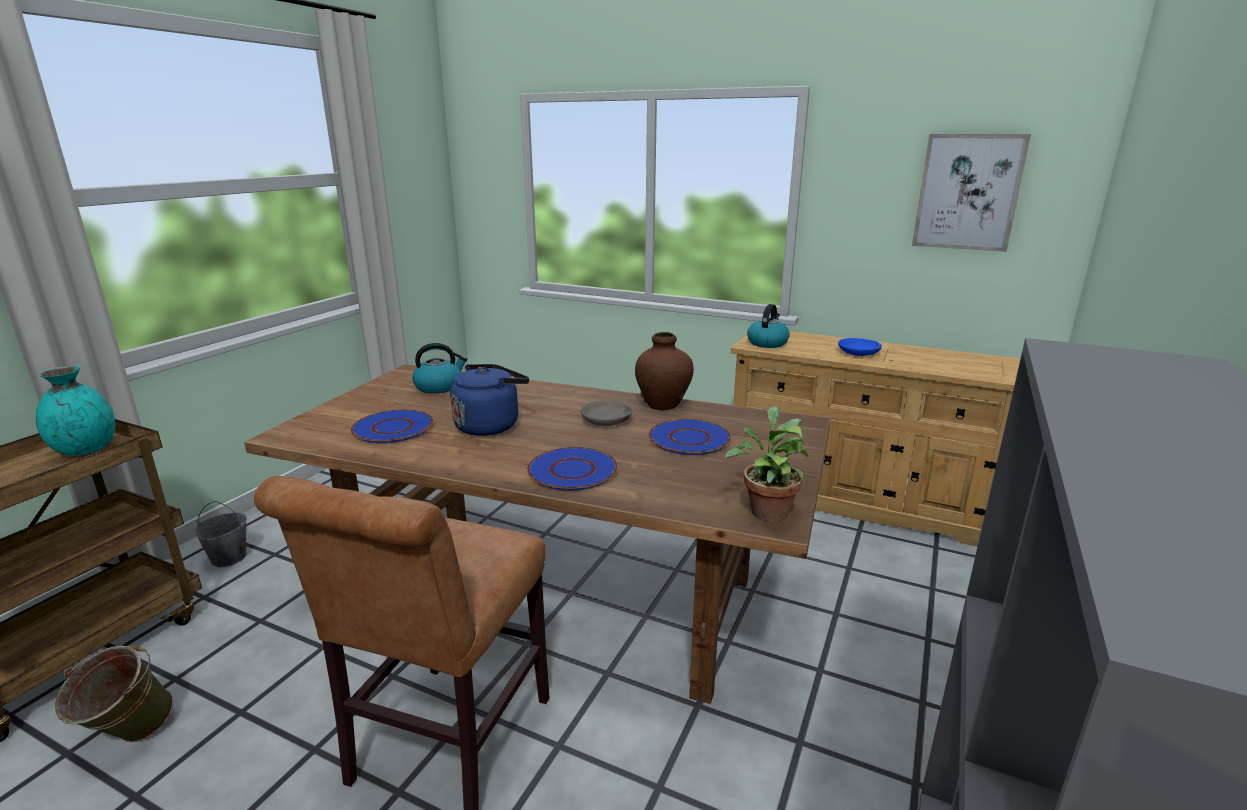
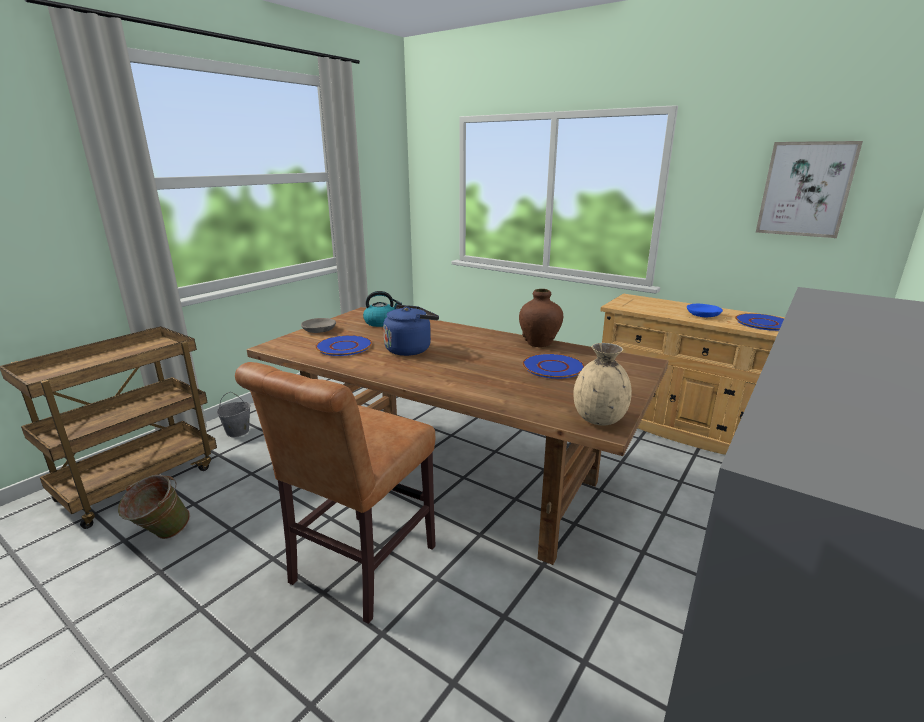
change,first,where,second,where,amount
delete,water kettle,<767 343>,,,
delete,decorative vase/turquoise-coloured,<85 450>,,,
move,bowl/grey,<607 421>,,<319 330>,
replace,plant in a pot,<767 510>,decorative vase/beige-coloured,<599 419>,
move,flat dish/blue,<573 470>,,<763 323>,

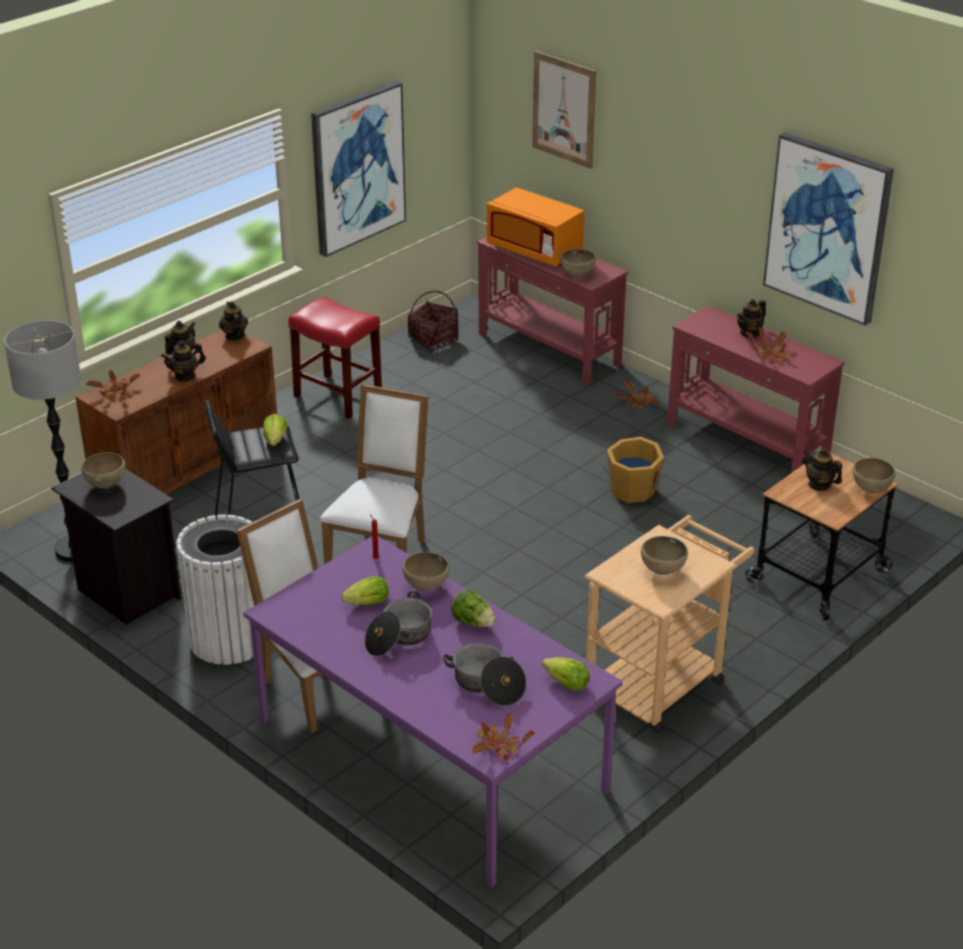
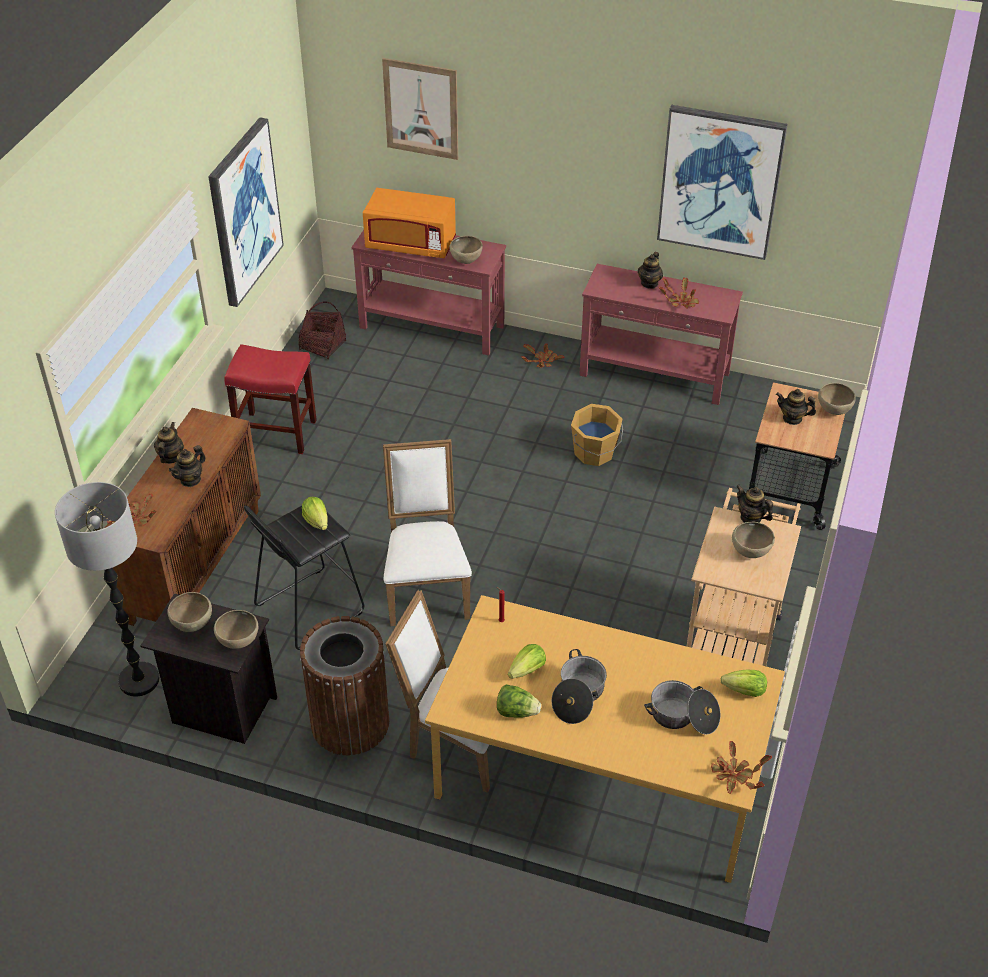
change,first,where,second,where,amount
move,tea pot,<234 336>,,<751 518>,
recolor,trash can/white-coloured,<230 638>,trash can/brownish,<350 723>,
recolor,kitchen table/purplish,<432 754>,kitchen table/orange-coloured,<601 774>,
move,bowl/brownish,<426 587>,,<238 642>,
move,lettuce,<473 622>,,<517 711>,

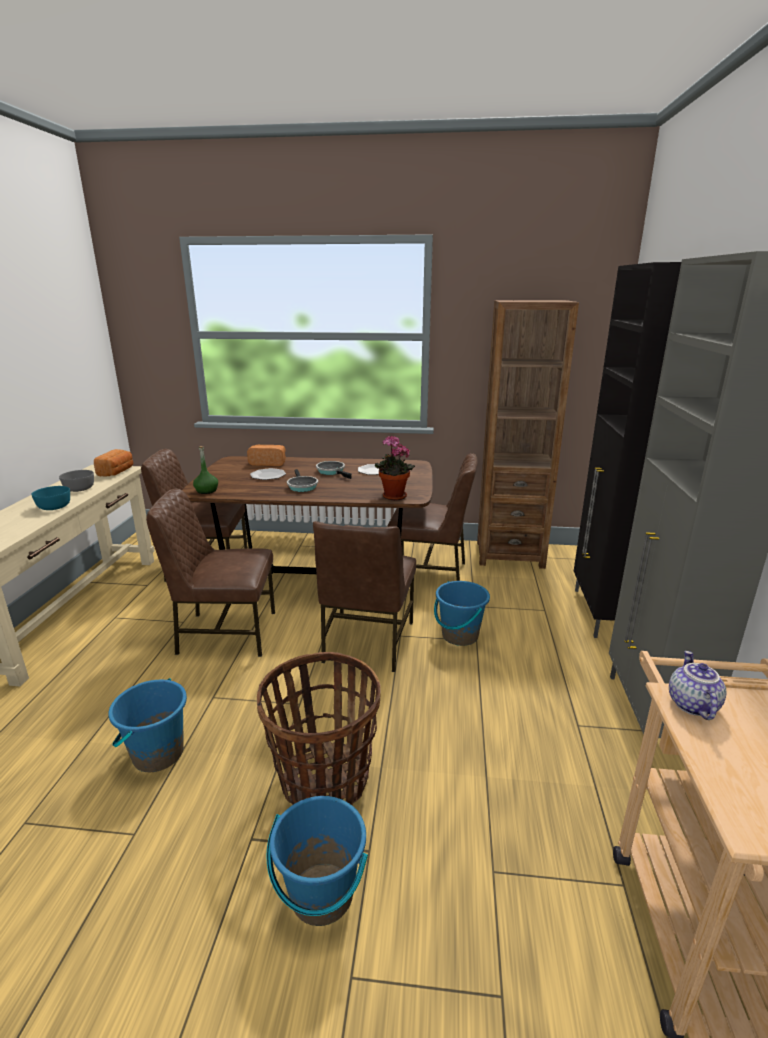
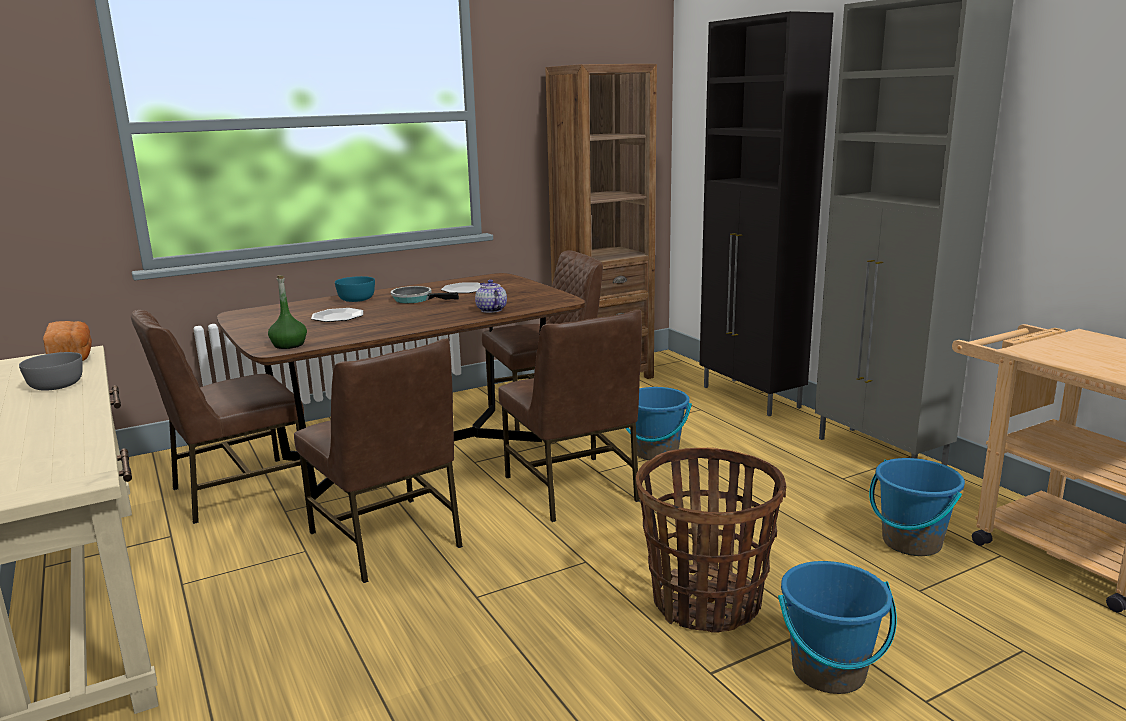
change,first,where,second,where,amount
delete,plant in a pot,<392 497>,,,
delete,bakery bread,<268 463>,,,
delete,pan,<301 486>,,,
move,bowl/turquoise-coloured,<55 506>,,<356 299>,
rotate,plain chair/brownish,<225 633>,,<387 540>,90 degrees counterclockwise
move,tea pot,<691 704>,,<490 310>,
move,bucket/blue,<158 754>,,<911 542>,

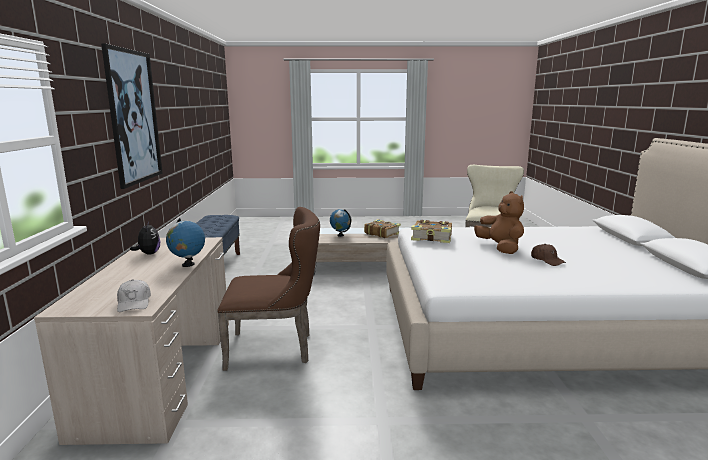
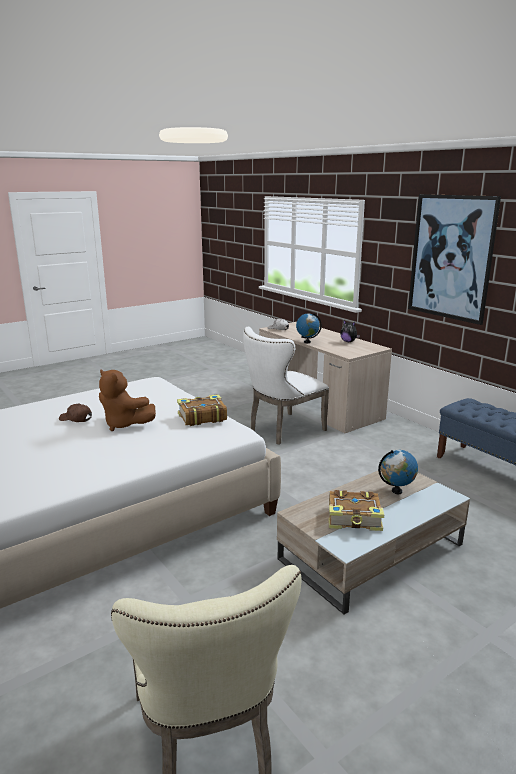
change,first,where,second,where,amount
recolor,plain chair/brownish,<276 349>,plain chair/white-coloured,<282 430>,

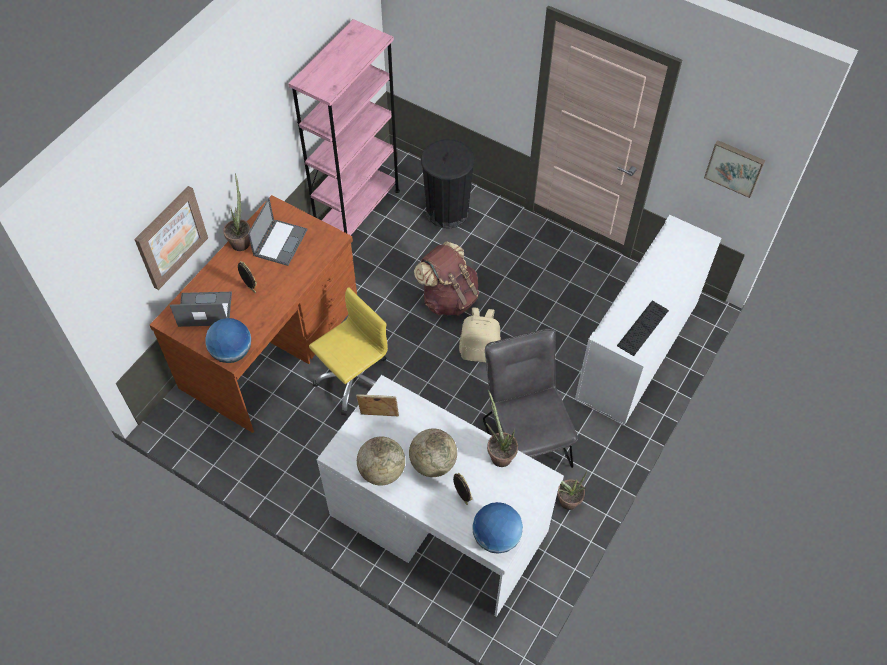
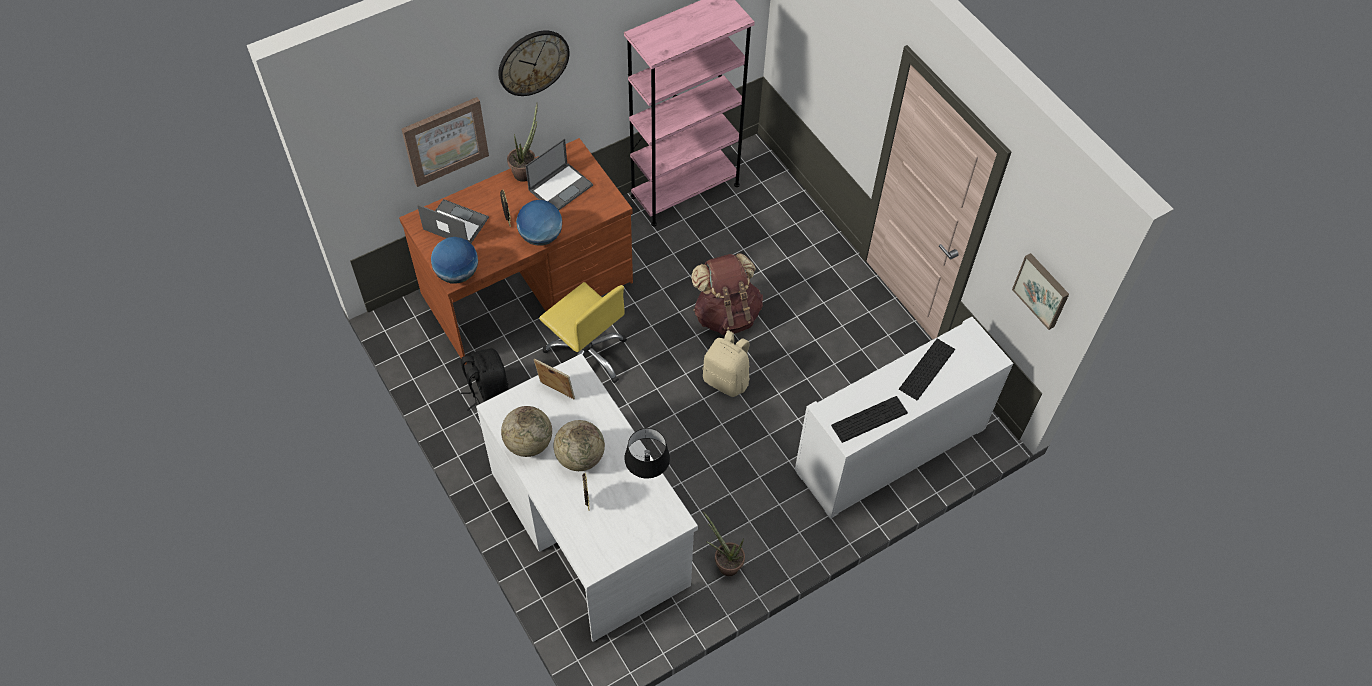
change,first,where,second,where,amount
delete,trash can/blackish,<447 212>,,,
rotate,office chair/yellow-coloured,<354 380>,,<587 356>,60 degrees clockwise
delete,plain chair/grey,<524 437>,,,
replace,plant in a pot,<499 453>,lamp for a table/blackish,<648 476>,
move,desk globe,<496 537>,,<541 236>,
insert,,,hanging clock,<533 62>,
insert,,,keyboard,<927 369>,
insert,,,knapsack/blackish,<488 394>,

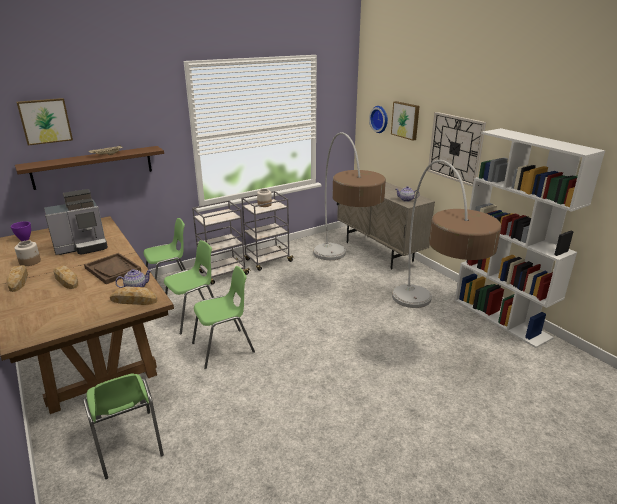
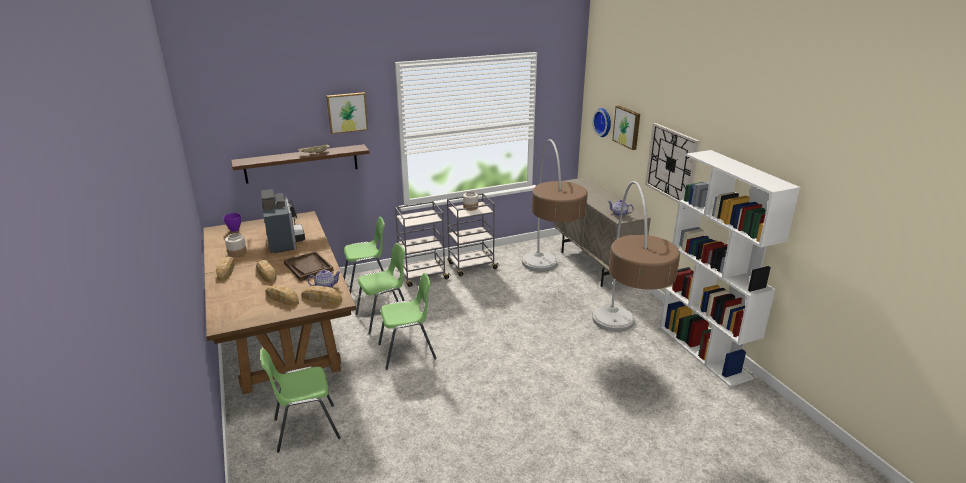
change,first,where,second,where,amount
move,picture,<45 121>,,<347 112>,
rotate,coffee maker,<82 247>,,<285 242>,90 degrees counterclockwise
rotate,plain chair/green-coloured,<128 444>,,<305 428>,90 degrees clockwise
insert,,,bakery bread,<282 298>,

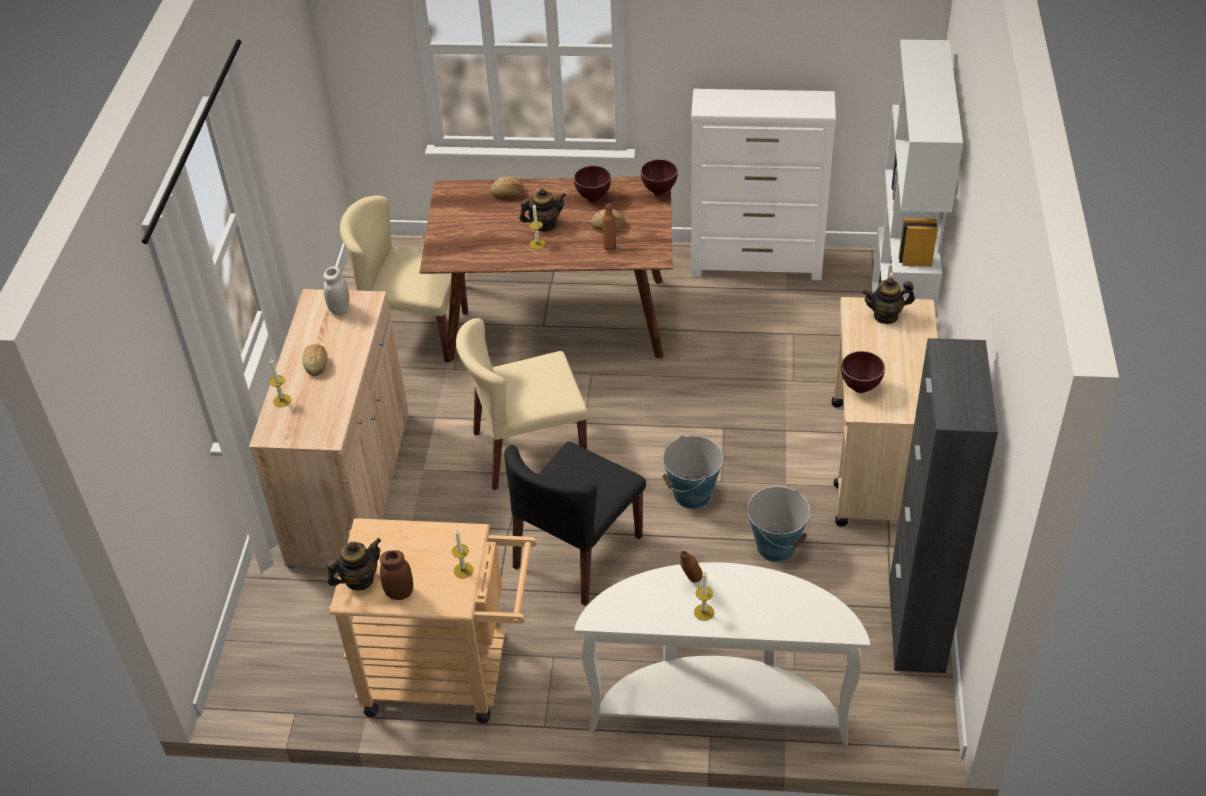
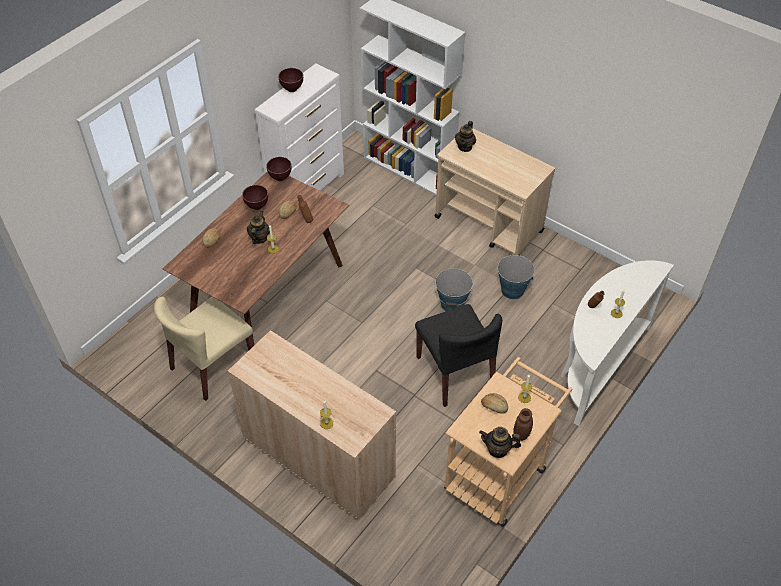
change,first,where,second,where,amount
delete,preserve jar/white-coloured,<340 309>,,,
delete,plain chair/beige-coloured,<528 449>,,,
delete,cupboard/blackish,<916 626>,,,
move,bakery bread,<316 365>,,<494 406>,
move,bowl/brownish,<861 388>,,<292 89>,
rotate,tea pot,<359 579>,,<498 449>,75 degrees counterclockwise

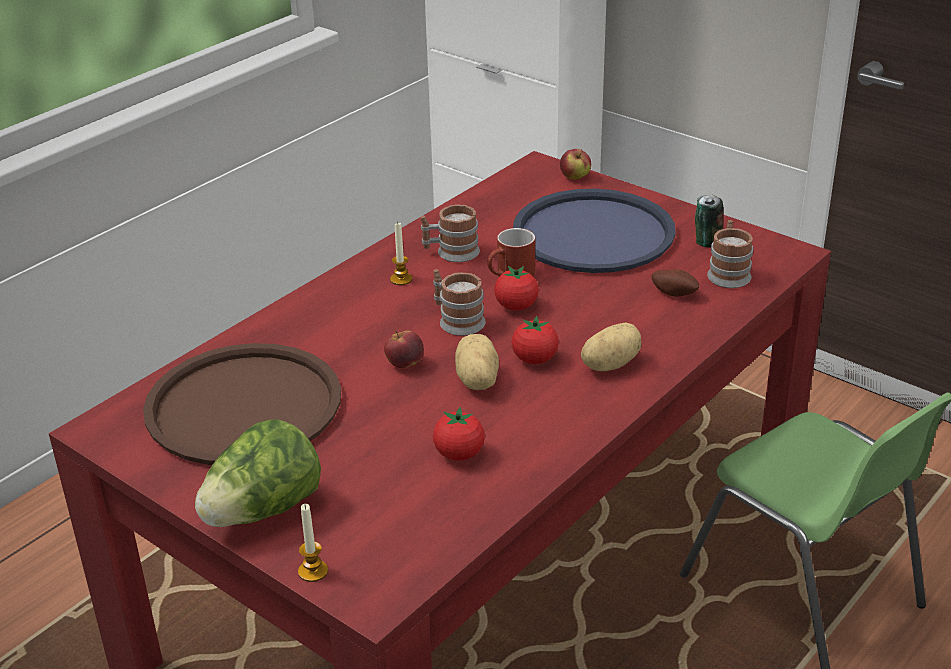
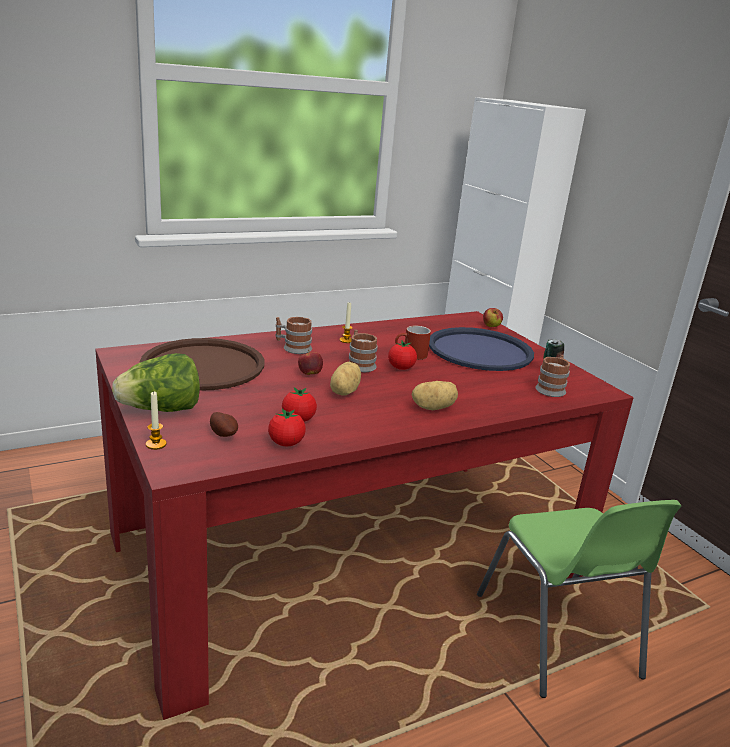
change,first,where,second,where,amount
move,coffee mug,<451 252>,,<293 348>,
move,potato,<675 293>,,<224 434>,
move,whole tomato,<534 359>,,<286 443>,

